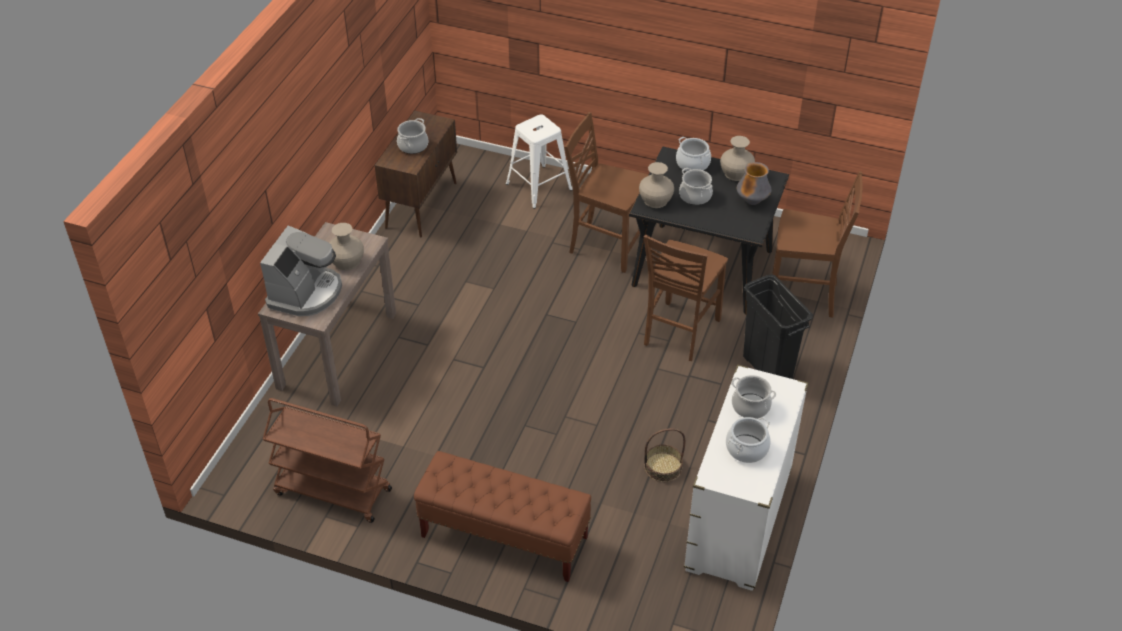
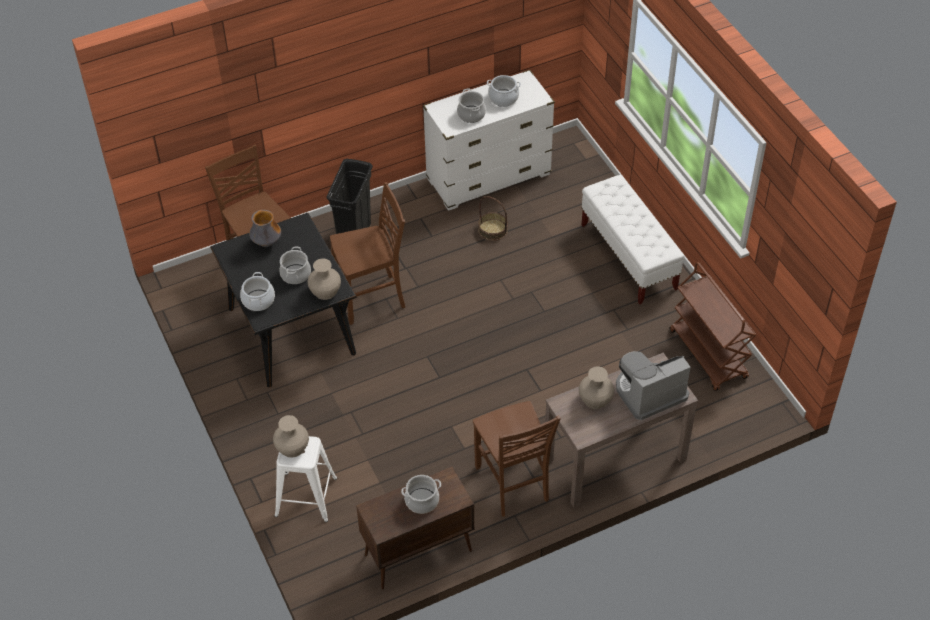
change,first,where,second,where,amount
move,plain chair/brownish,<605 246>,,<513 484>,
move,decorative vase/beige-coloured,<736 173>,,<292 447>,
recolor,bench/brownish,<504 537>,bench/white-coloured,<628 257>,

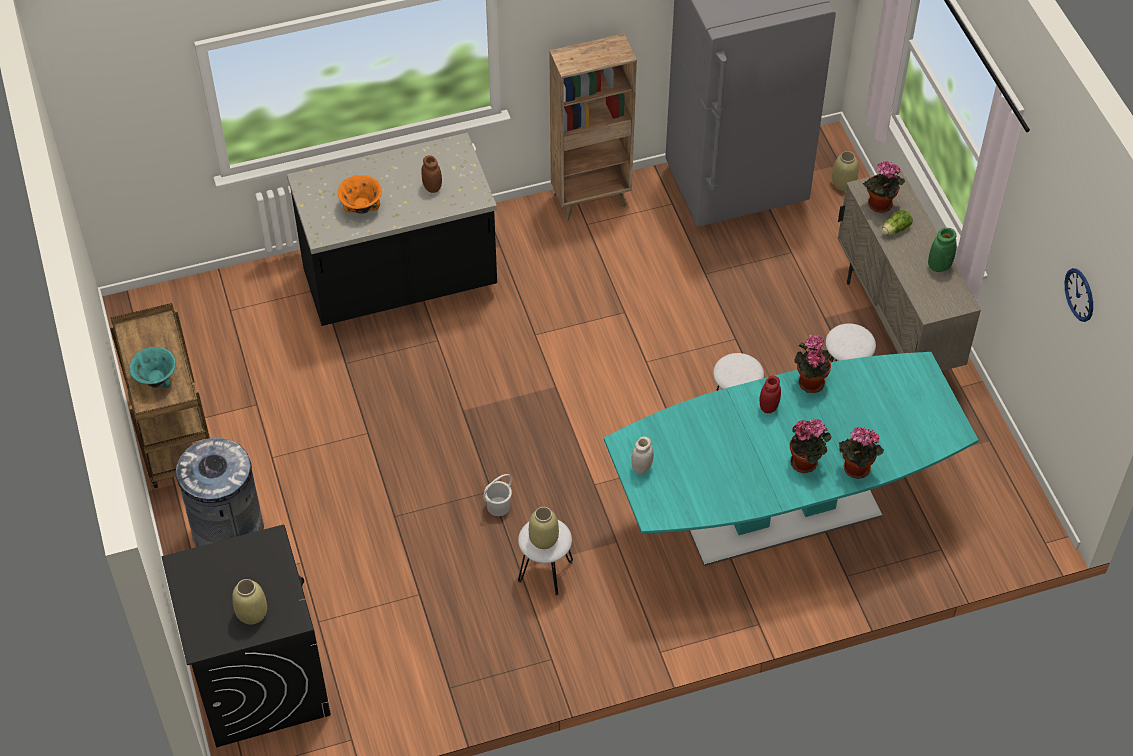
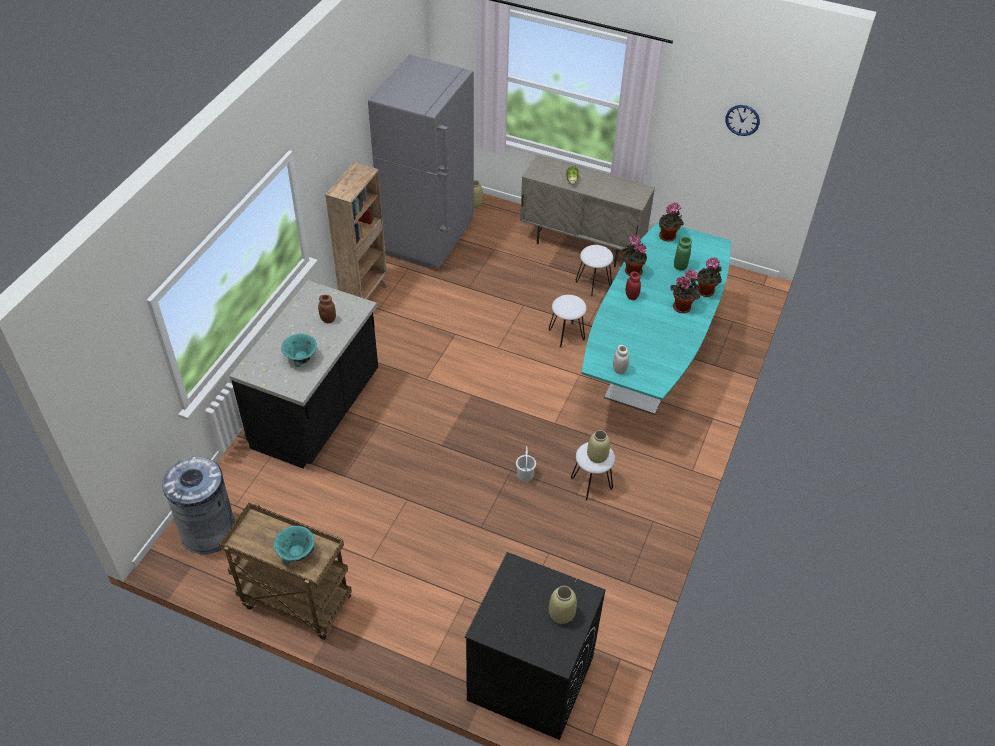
change,first,where,second,where,amount
move,plant in a pot,<879 206>,,<668 237>,
recolor,bowl/orange-coloured,<361 206>,bowl/turquoise-coloured,<301 358>,
move,decorative vase/green-coloured,<939 265>,,<680 266>,
move,trash can/grey,<228 532>,,<209 531>,

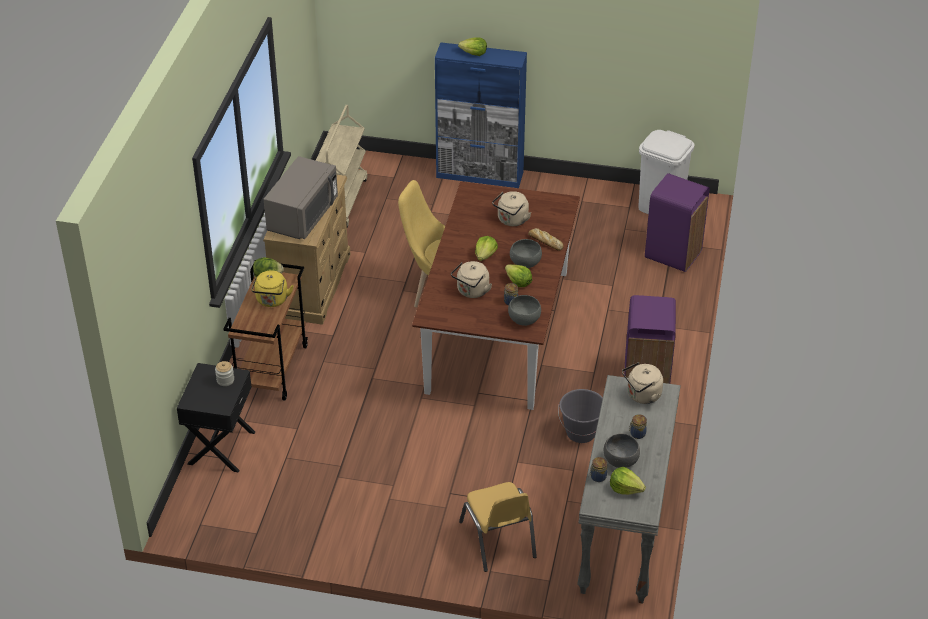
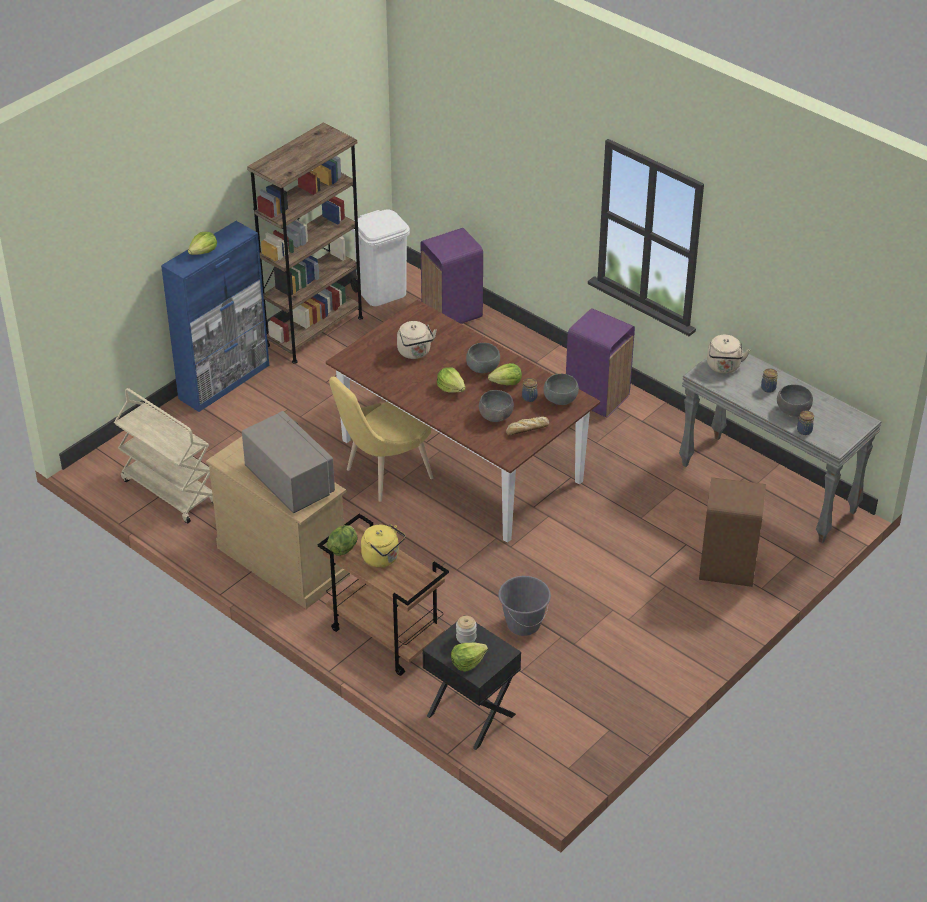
change,first,where,second,where,amount
move,bakery bread,<544 242>,,<526 429>,
replace,water kettle/beige-coloured,<471 291>,bowl/grey,<495 416>,
move,bucket/grey,<581 433>,,<523 624>,
move,lettuce,<625 488>,,<467 662>,
replace,plain chair/yellow-coloured,<498 540>,trash can/brownish,<727 568>,
insert,,,bookshelf/brownish,<314 331>,

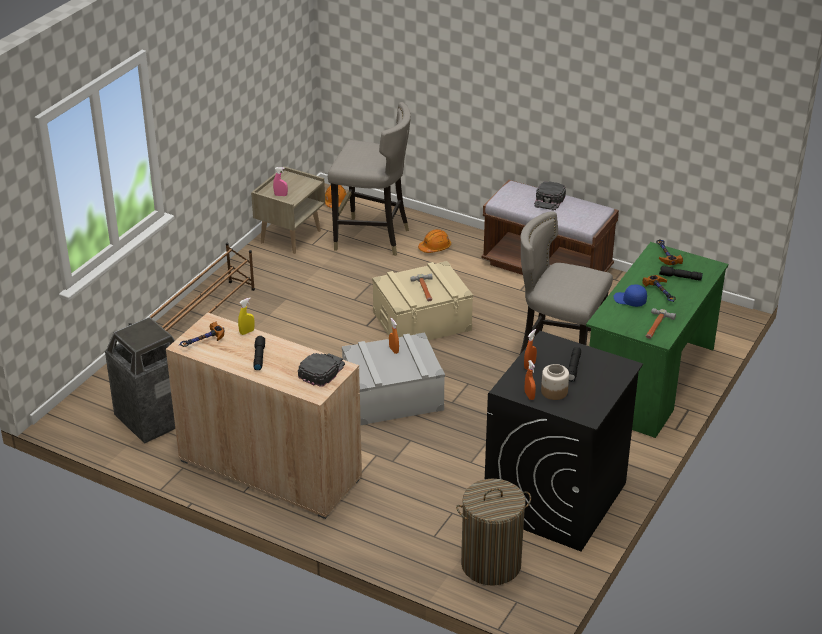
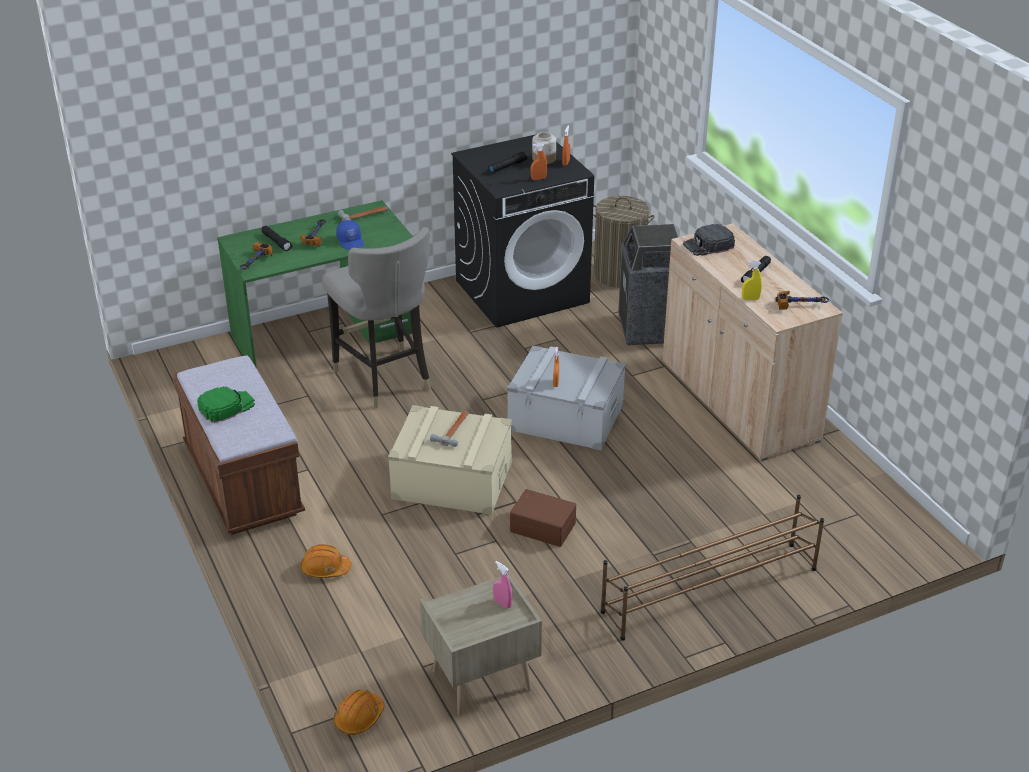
change,first,where,second,where,amount
delete,stool seat/grey,<372 238>,,,
recolor,cap/blackish,<549 200>,cap/green-coloured,<226 407>,
move,trash can,<153 418>,,<650 329>,
insert,,,storage box/brownish,<543 526>,

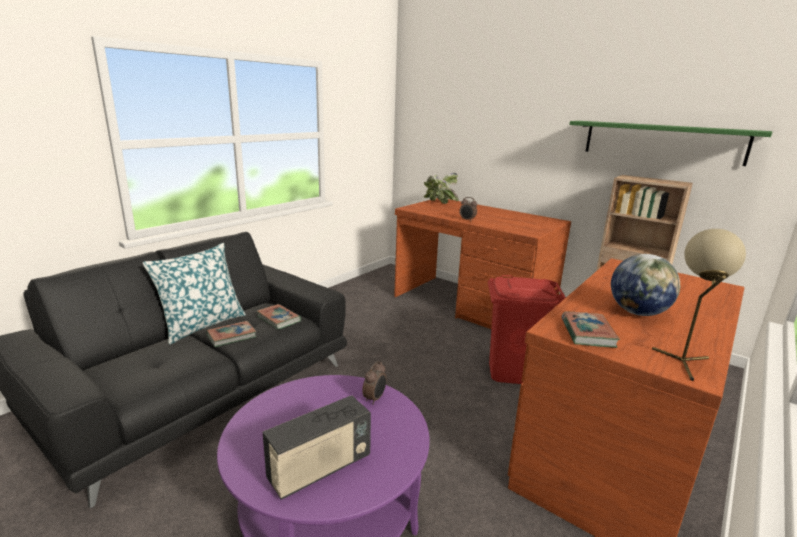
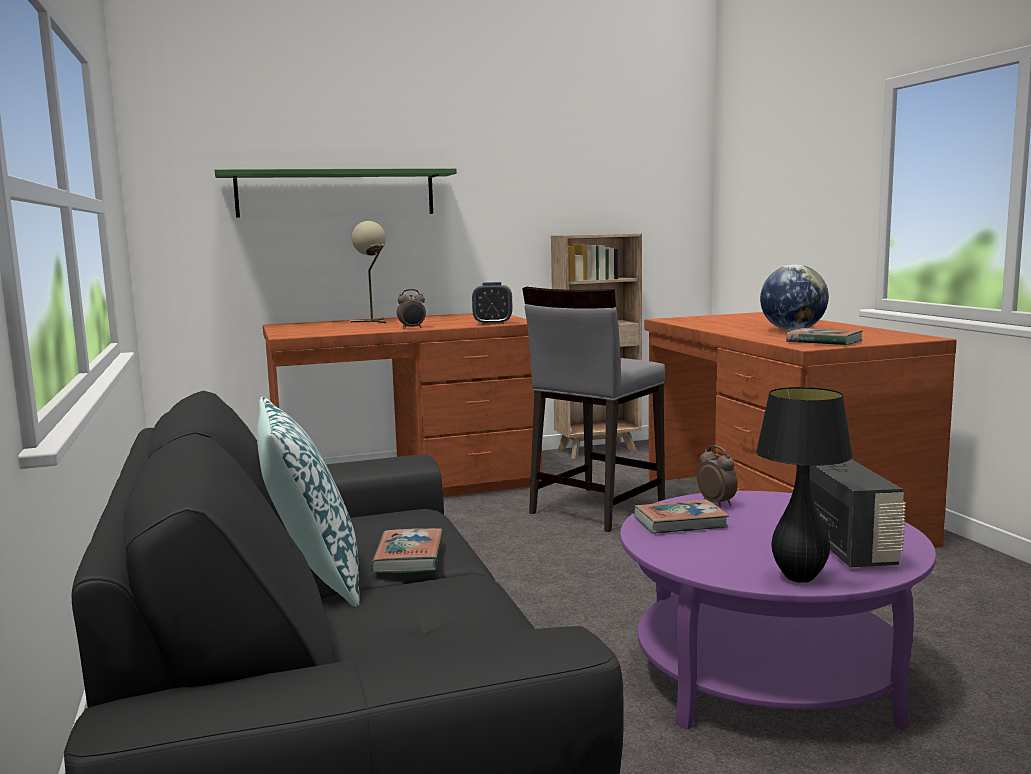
change,first,where,second,where,amount
move,bracket shelf/green-coloured,<662 141>,,<336 193>,
delete,plant in a pot,<439 203>,,,
move,lamp for a table/beige-coloured,<684 363>,,<374 321>,
replace,trash can/red-coloured,<512 371>,stool seat/grey,<595 509>,
move,book,<279 319>,,<680 522>,
insert,,,bedside clock,<493 323>,
insert,,,lamp for a table/blackish,<799 578>,

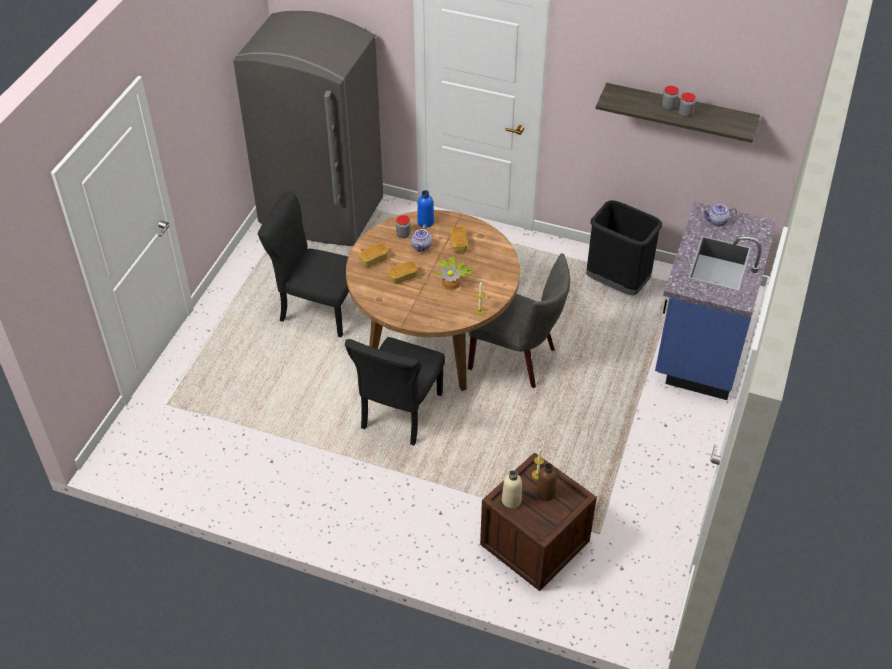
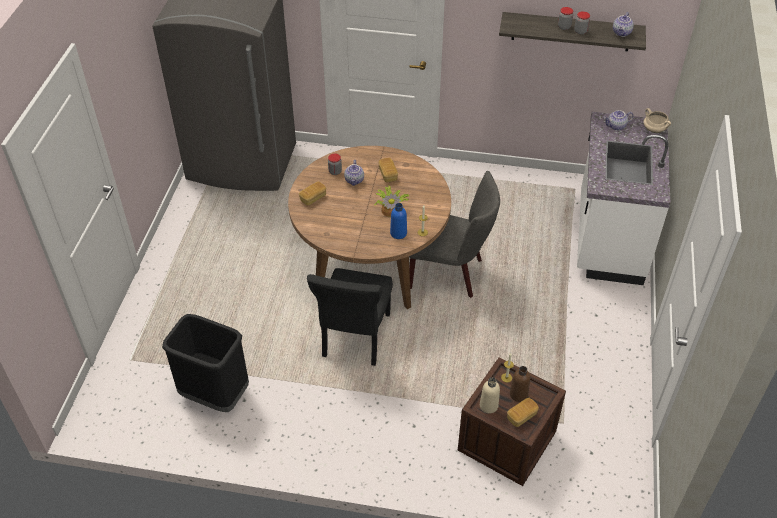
change,first,where,second,where,amount
move,beverage bottle/blue,<425 222>,,<398 233>,
delete,plain chair/blackish,<317 309>,,,
move,trash can/blackish,<617 283>,,<215 394>,
recolor,kitchen base unit/blue,<701 344>,kitchen base unit/white-coloured,<608 238>,
move,bakery bread,<403 277>,,<521 416>,
insert,,,tea pot,<622 33>,
insert,,,saucepot/beige-coloured,<653 130>,

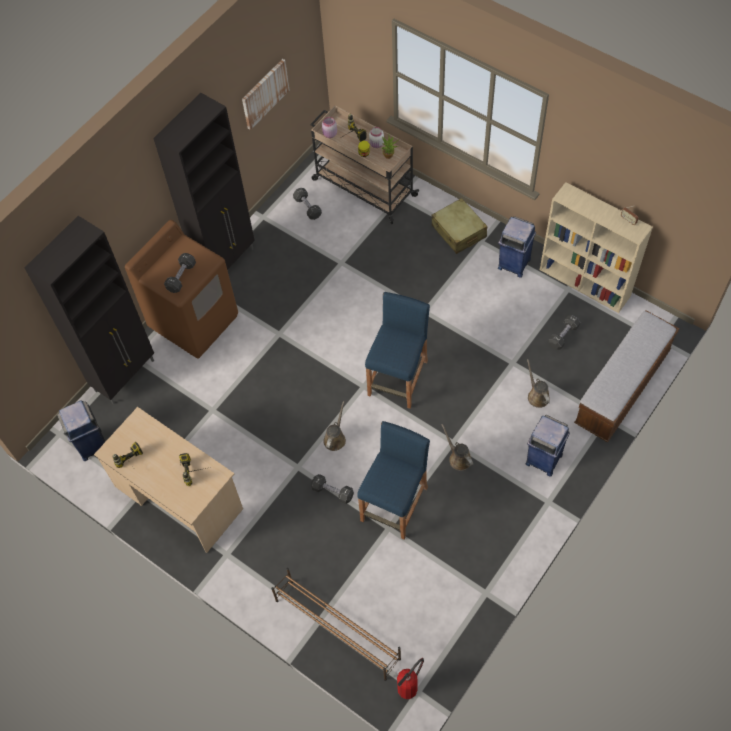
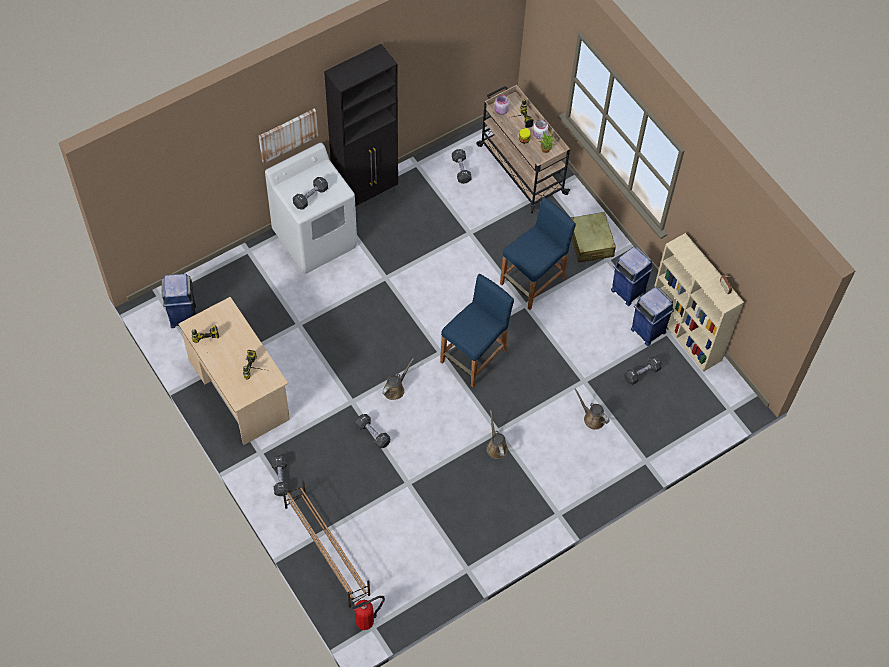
change,first,where,second,where,amount
move,picture,<265 93>,,<287 134>,
delete,cupboard/blackish,<125 375>,,,
recolor,washing machine/brownish,<194 321>,washing machine/white-coloured,<315 238>,
delete,bench,<622 387>,,,
rotate,watering can/brownish,<537 395>,,<592 418>,45 degrees counterclockwise
move,trash can/blue,<543 459>,,<647 330>,
move,stool seat/blue,<395 504>,,<533 281>,
insert,,,dumbbell/blackish,<280 478>,

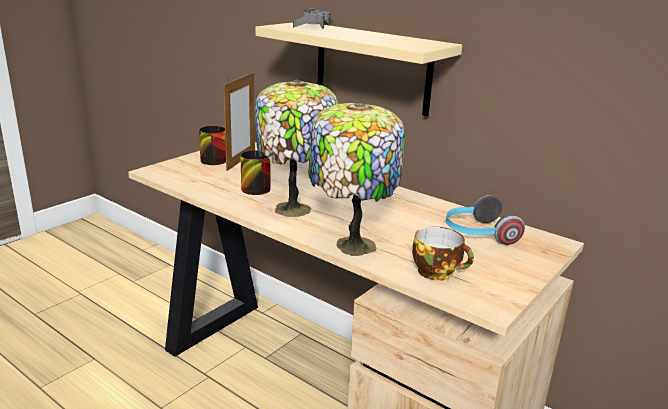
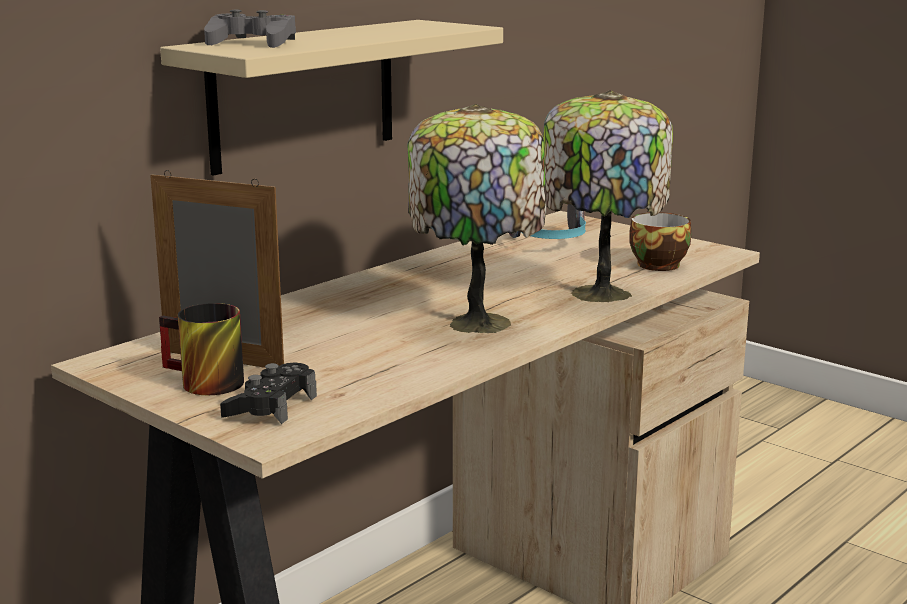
change,first,where,second,where,amount
delete,coffee mug,<253 187>,,,
insert,,,game controller/blackish,<271 406>,

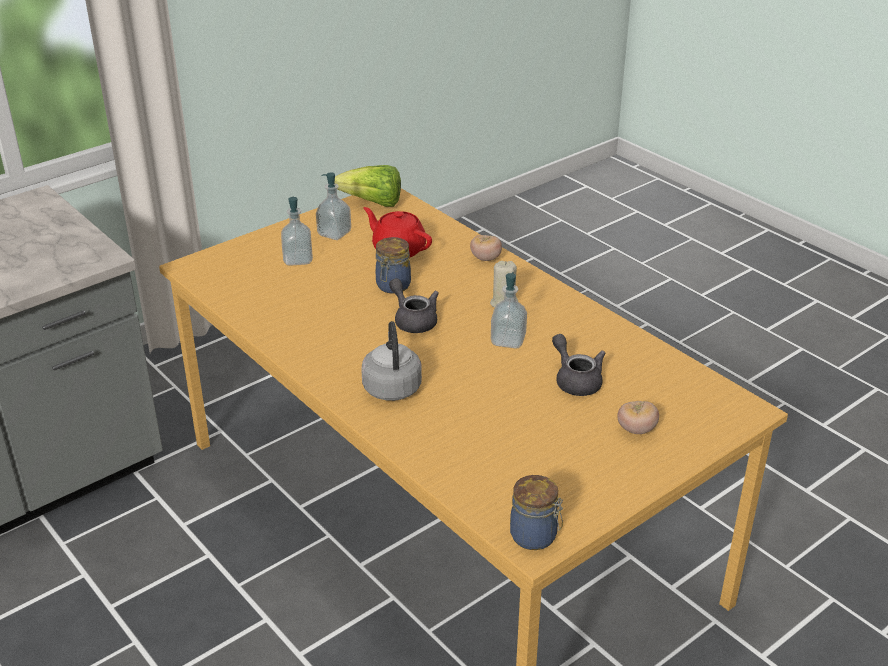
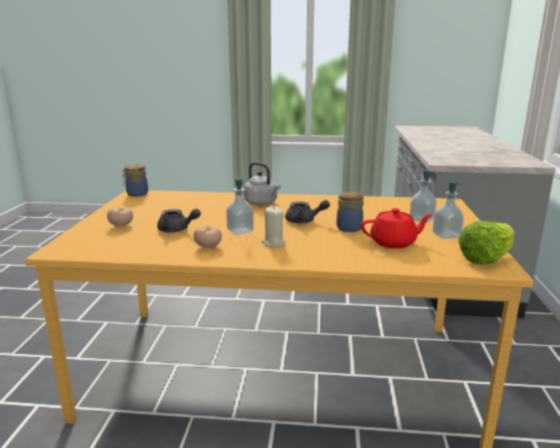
change,first,where,second,where,amount
move,whole tomato,<485 258>,,<208 247>,

